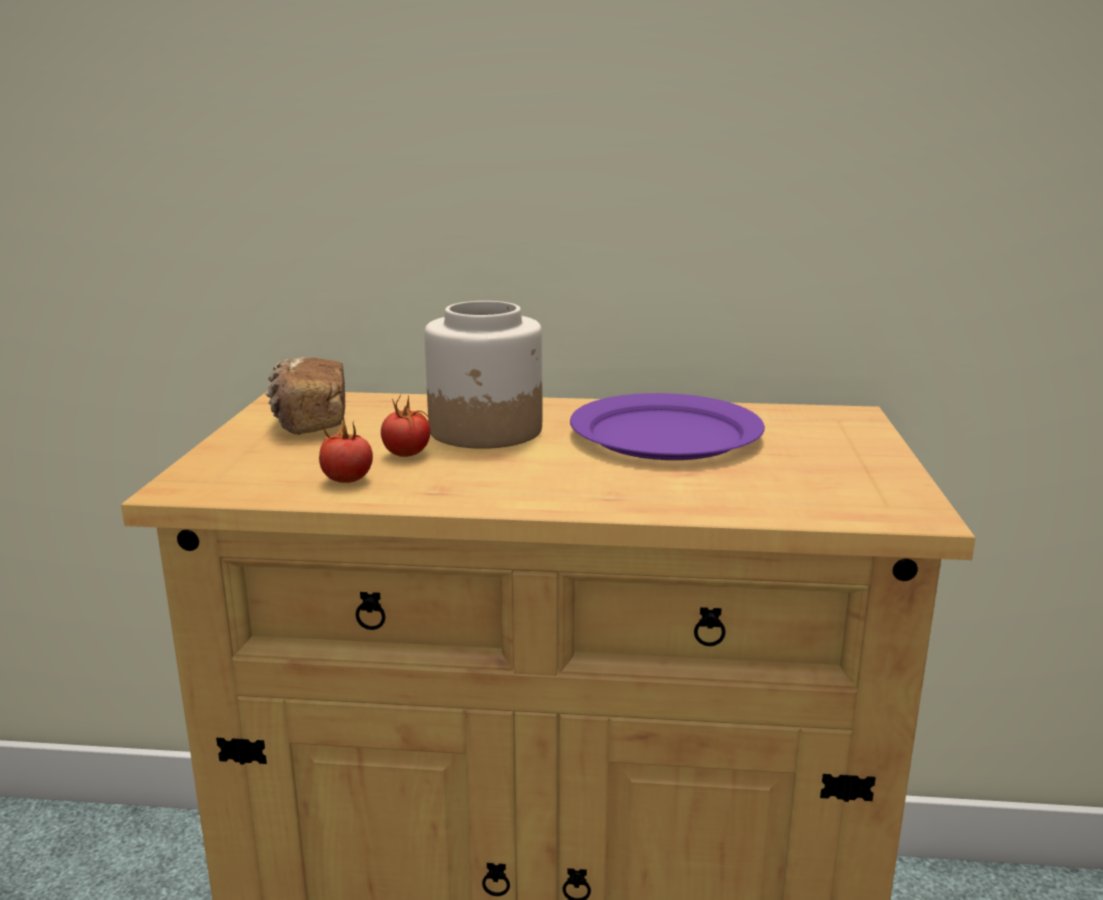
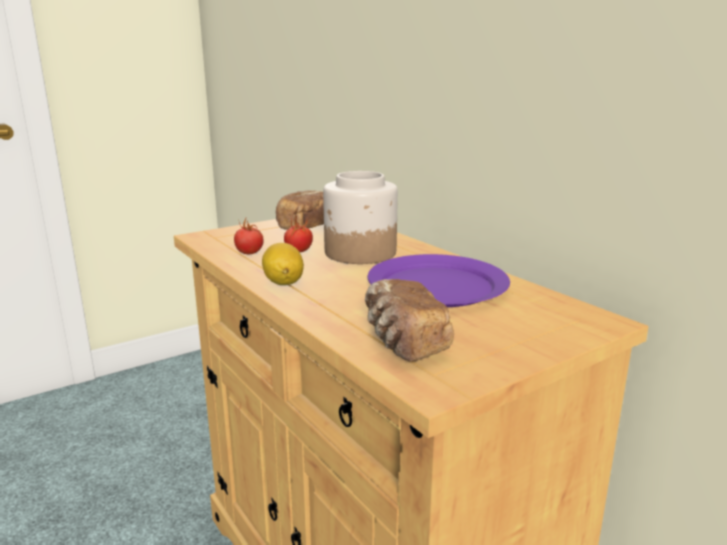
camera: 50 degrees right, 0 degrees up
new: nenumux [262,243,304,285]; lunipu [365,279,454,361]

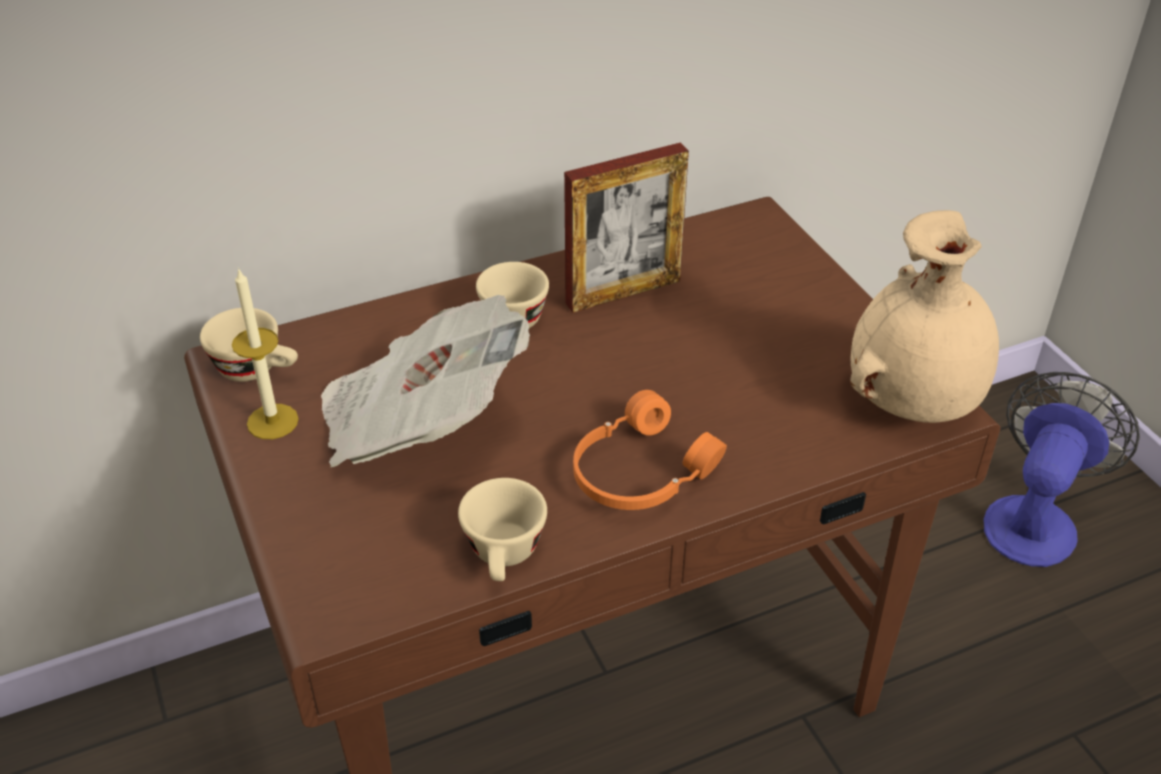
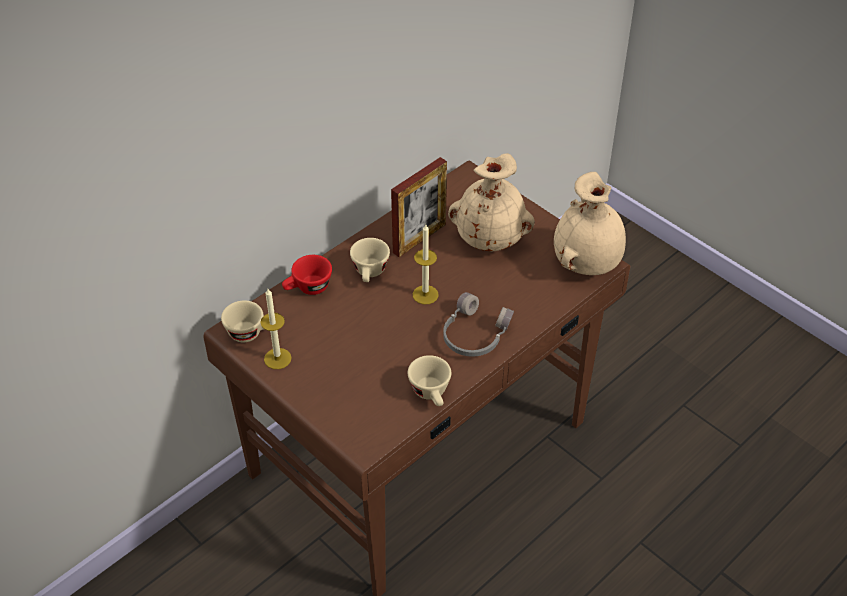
camera: 20 degrees left, 5 degrees up
gone: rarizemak [321,295,530,467]; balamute [983,372,1140,567]
new: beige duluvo [448,153,535,251]; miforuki [413,224,439,305]; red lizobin [282,255,332,295]
repainted: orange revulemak [573,390,727,510] to grey revulemak [443,292,514,357]

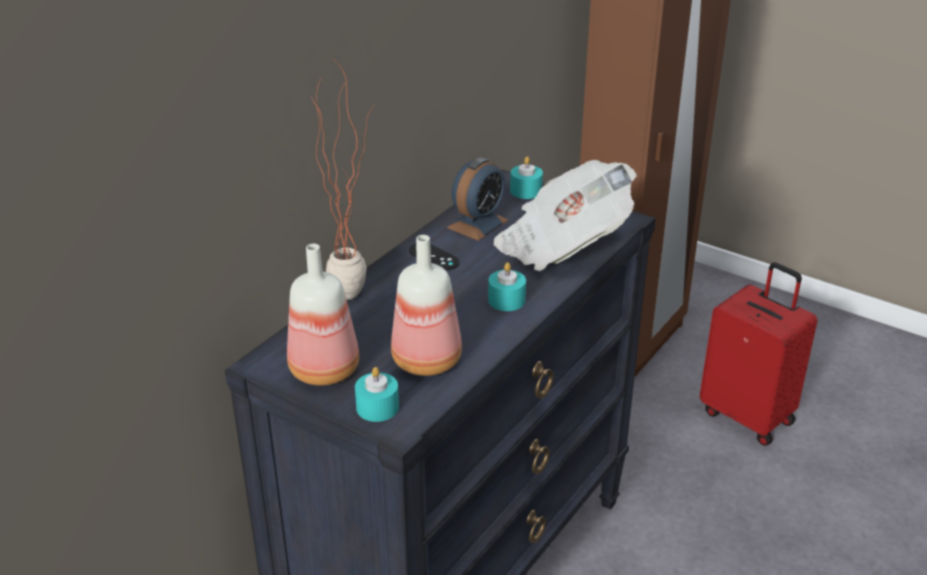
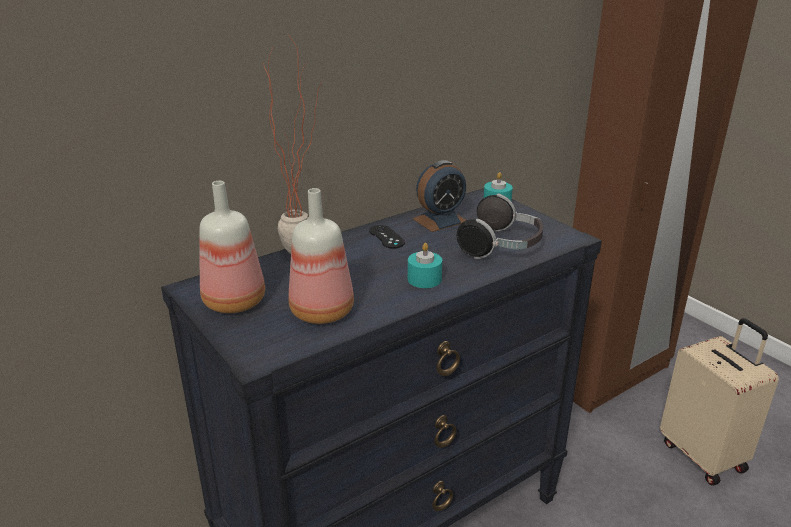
camera: 20 degrees right, 5 degrees down
gone: turquoise miforuki [355,367,399,422]
swapped: rarizemak [494,160,637,271] to revulemak [457,193,543,259]
repainted: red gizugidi [700,262,817,446] to beige gizugidi [660,318,779,486]

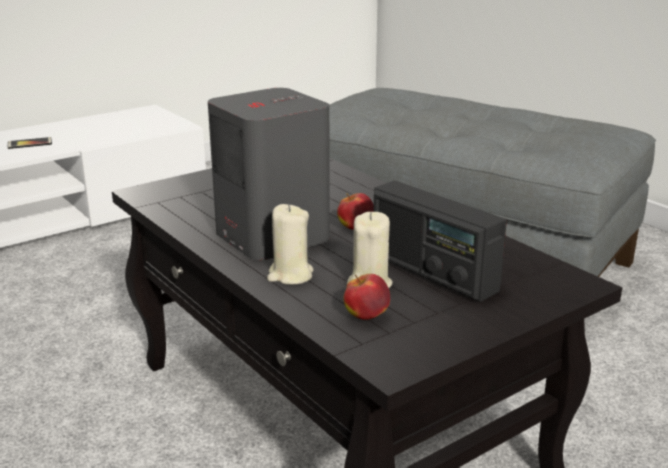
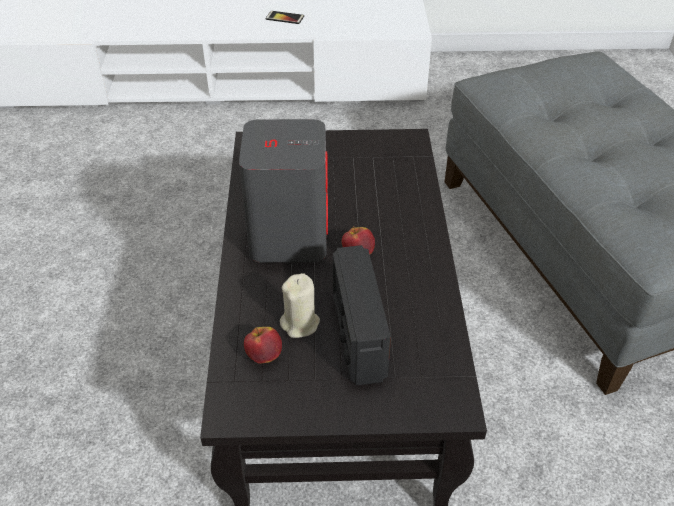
camera: 35 degrees right, 20 degrees up
gone: beige miforuki [267,204,314,285]

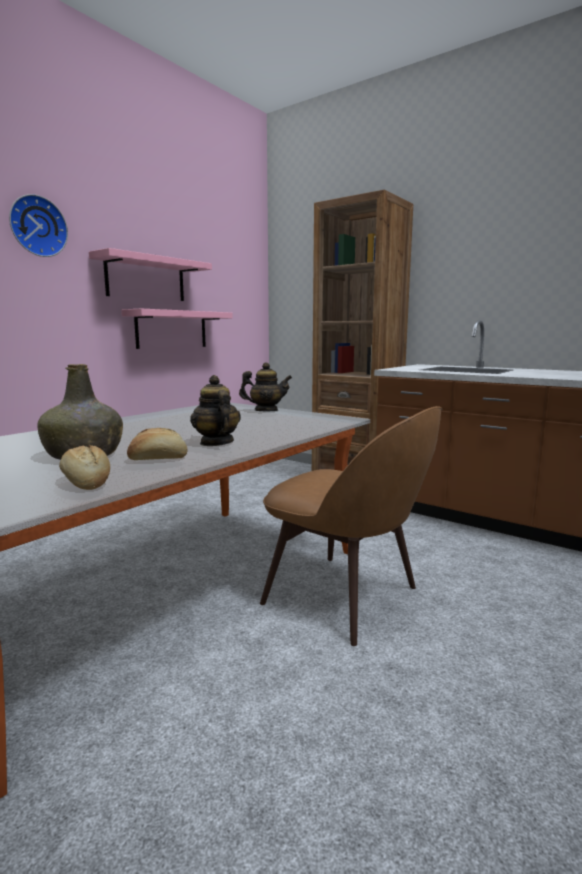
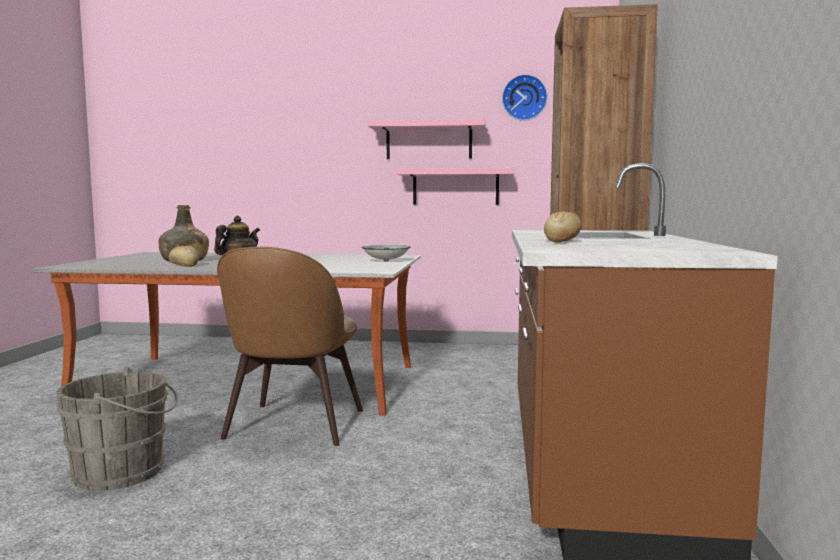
camera: 60 degrees right, 5 degrees down
new: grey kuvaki [57,367,178,490]
shifted: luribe [9,194,68,257] to [502,74,548,121]; lunipu [59,445,110,490] to [544,212,582,242]
swapped: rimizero [239,362,292,411] to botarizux [362,245,411,262]

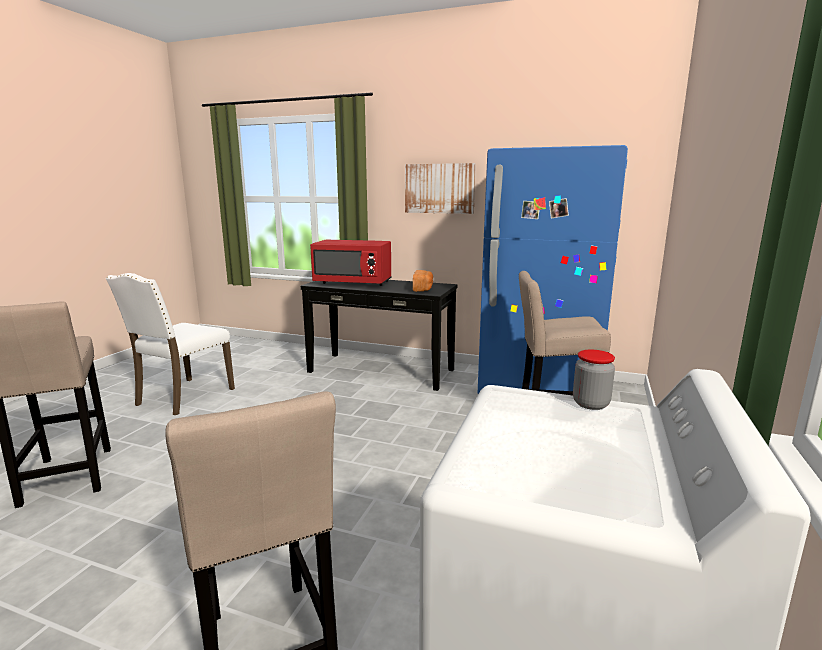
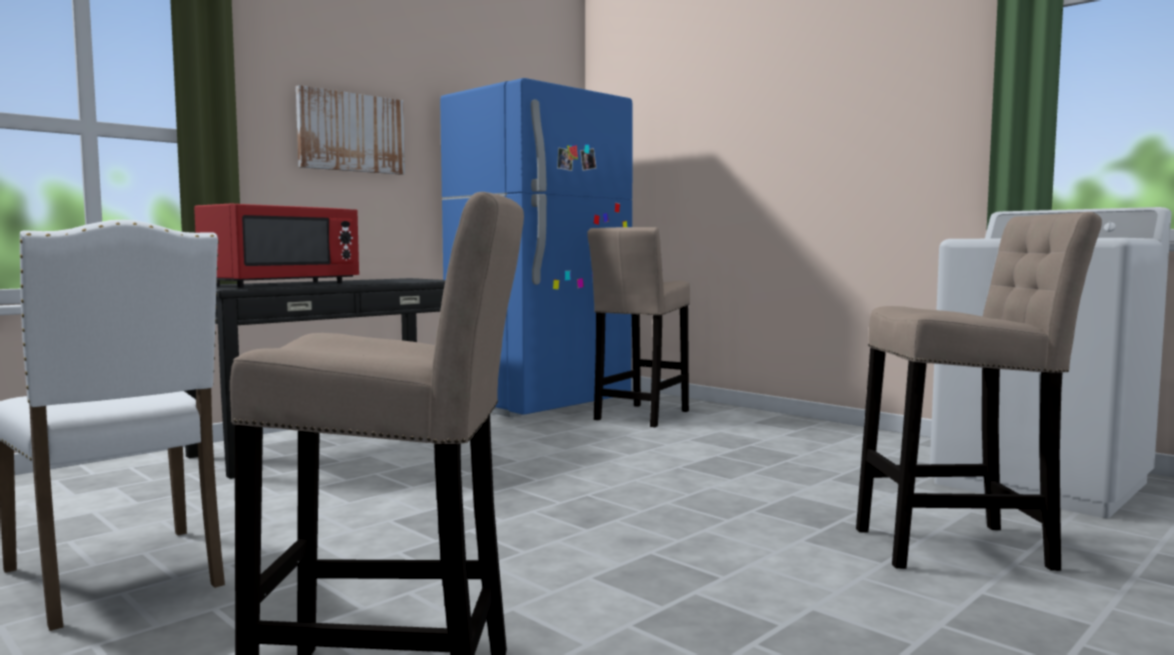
camera: 65 degrees left, 10 degrees down
gone: lunipu [413,270,433,292]; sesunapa [573,350,615,410]

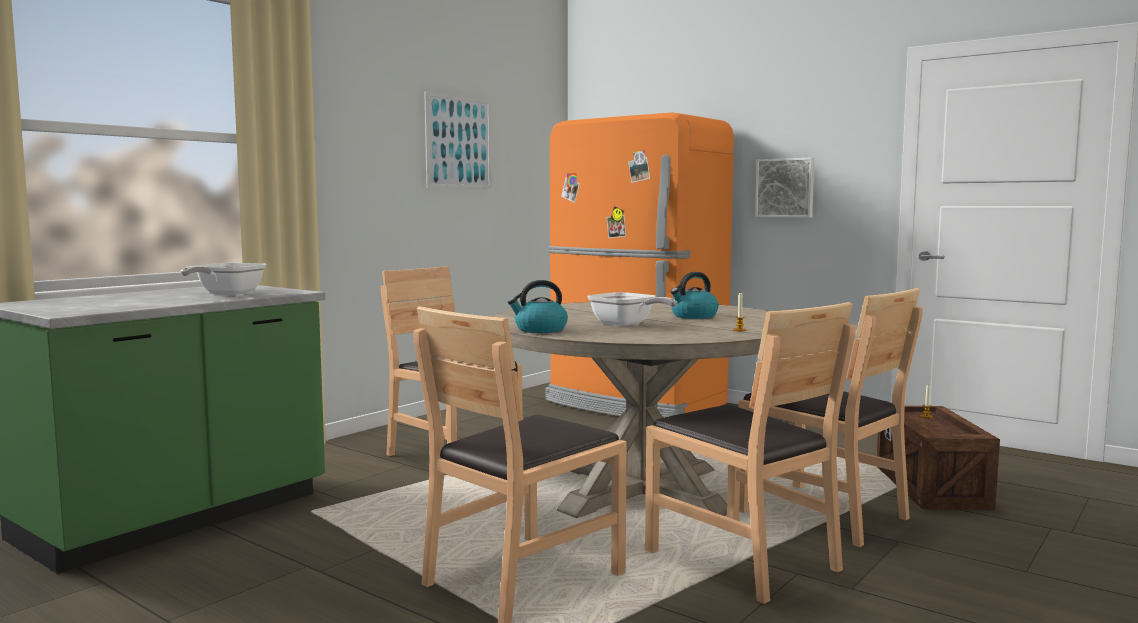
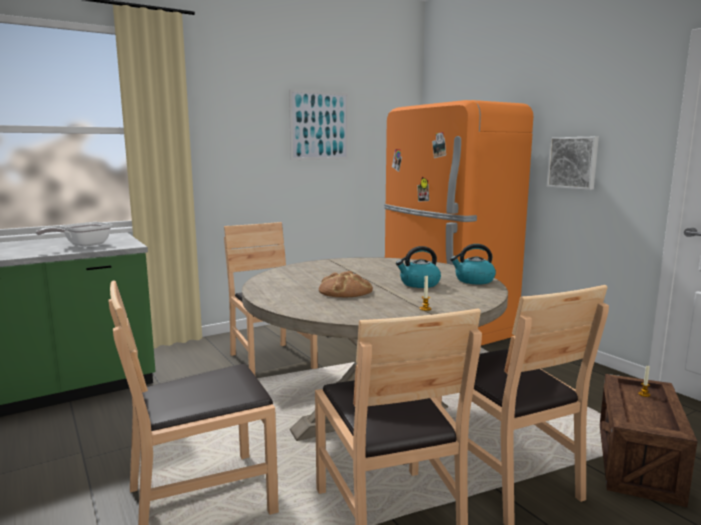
camera: 20 degrees right, 5 degrees up
shifted: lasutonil [508,280,568,333] to [450,244,496,284]
swapped: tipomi [587,292,677,326] to lunipu [319,271,373,297]

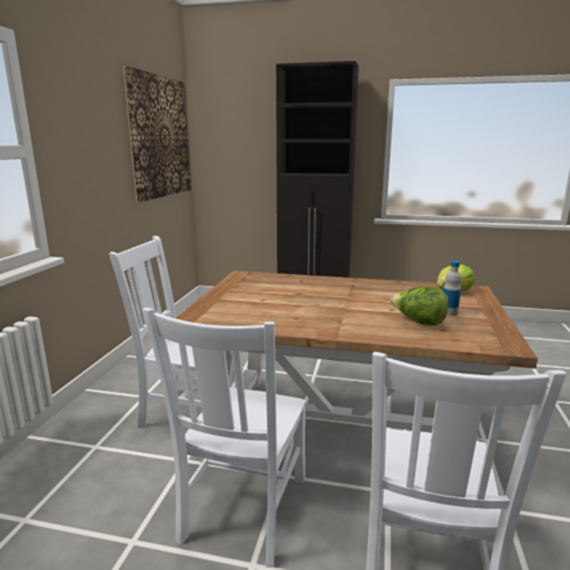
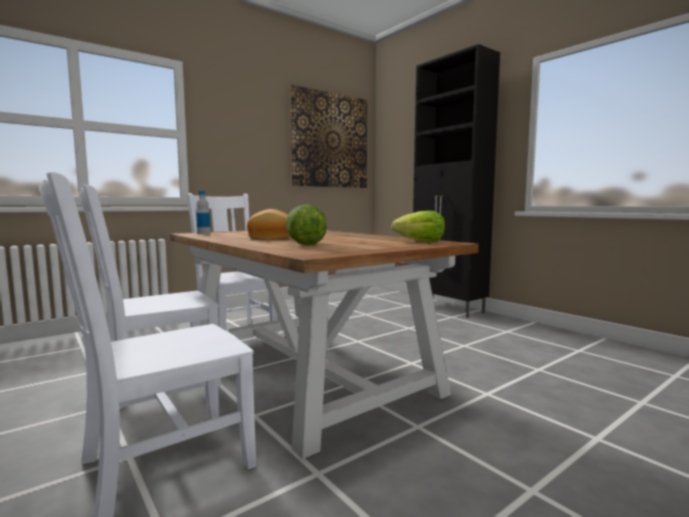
camera: 40 degrees right, 10 degrees down
new: lunipu [247,209,291,239]
shifted: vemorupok [443,261,461,316] to [196,191,211,234]

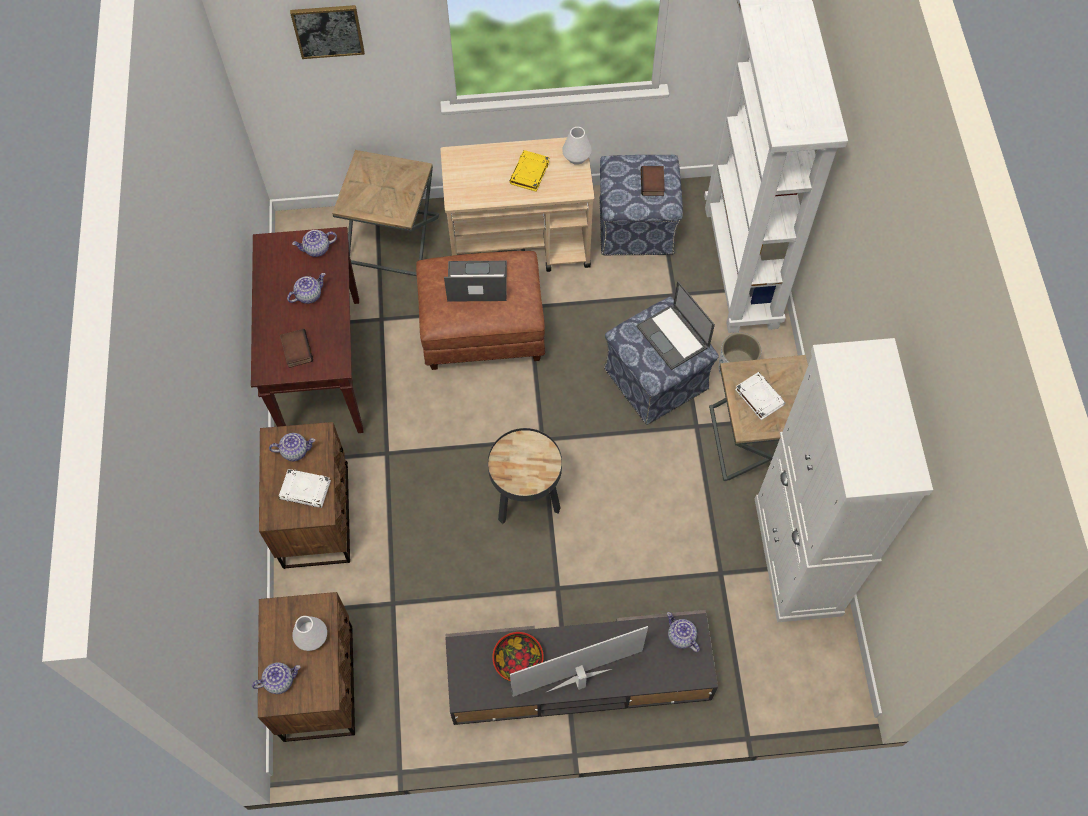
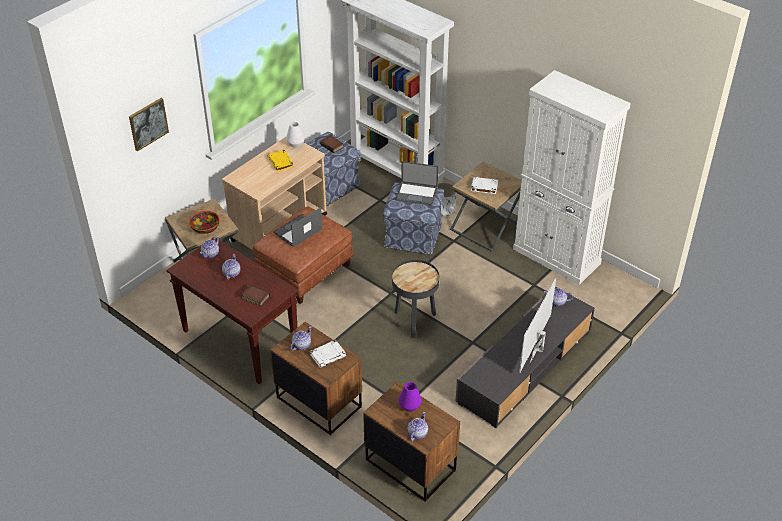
camera: 45 degrees left, 20 degrees down
shifted: botarizux [492,632,544,681] to [189,211,219,234]
repainted: white duluvo [292,616,327,651] to purple duluvo [398,382,422,412]

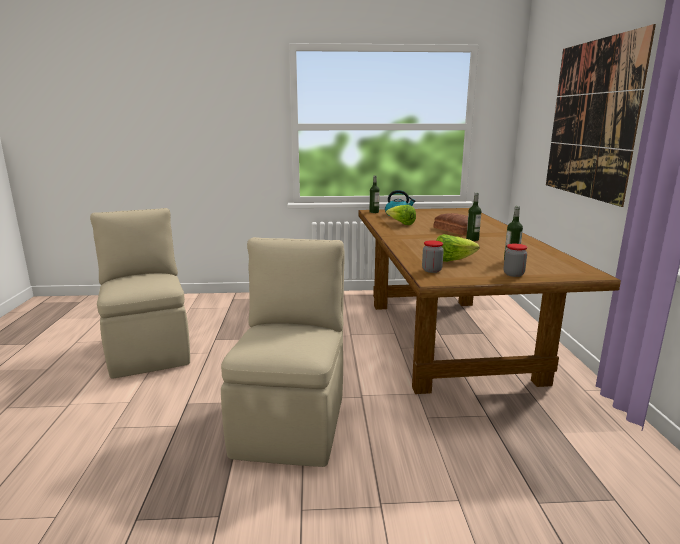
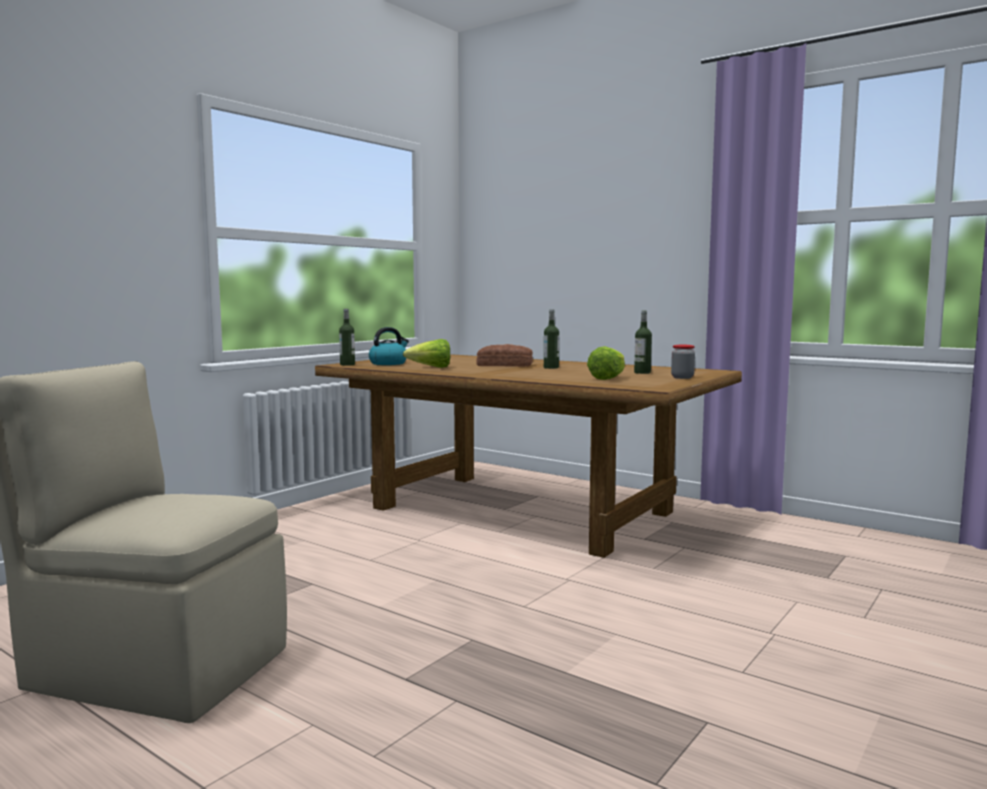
camera: 50 degrees left, 10 degrees down
gone: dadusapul [546,24,656,207]; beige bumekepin [221,237,345,467]; sesunapa [422,240,444,273]

